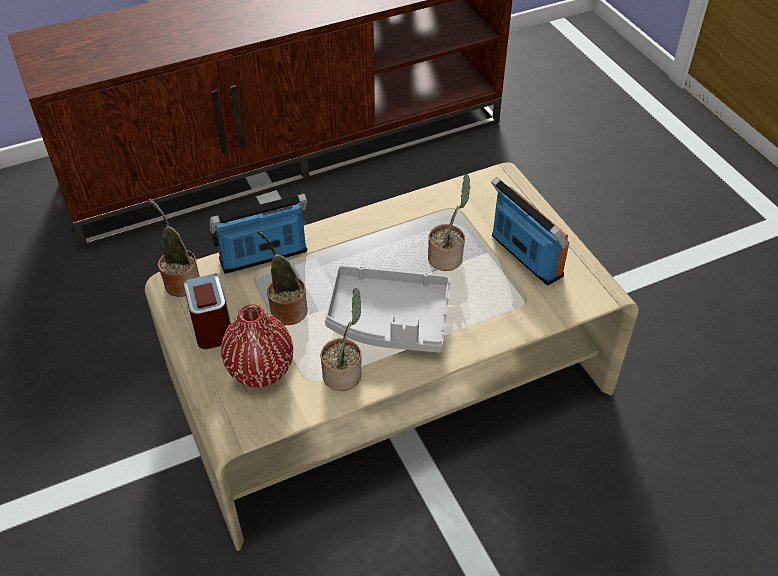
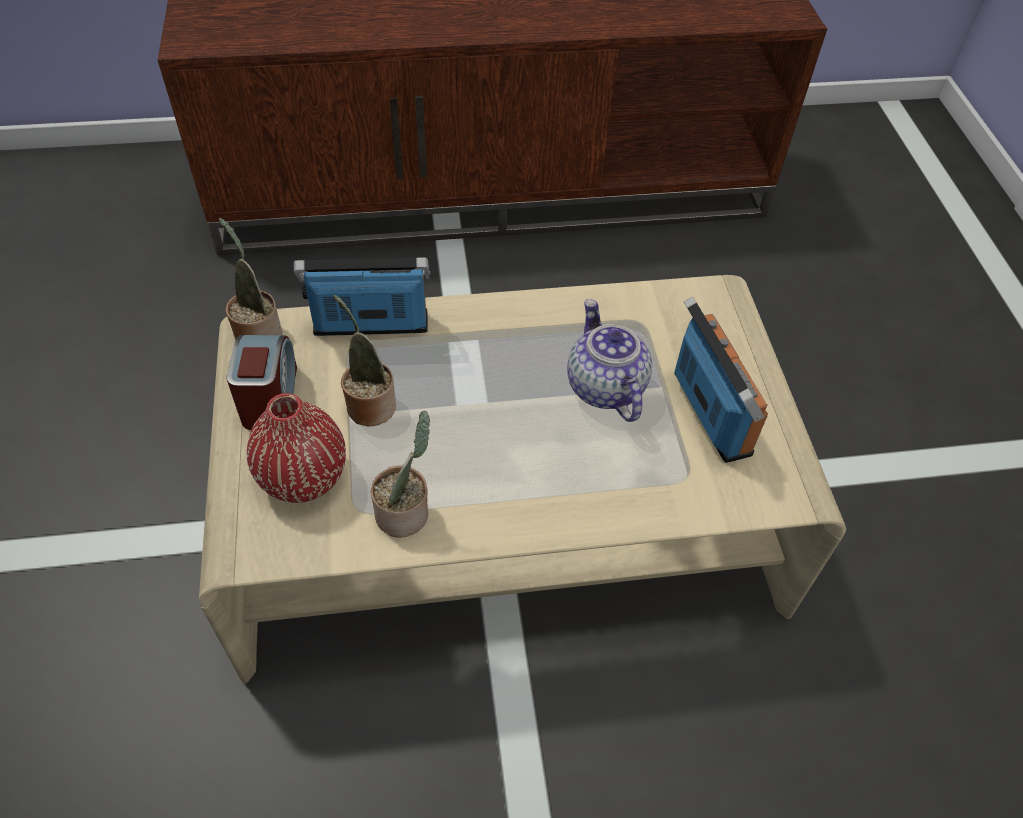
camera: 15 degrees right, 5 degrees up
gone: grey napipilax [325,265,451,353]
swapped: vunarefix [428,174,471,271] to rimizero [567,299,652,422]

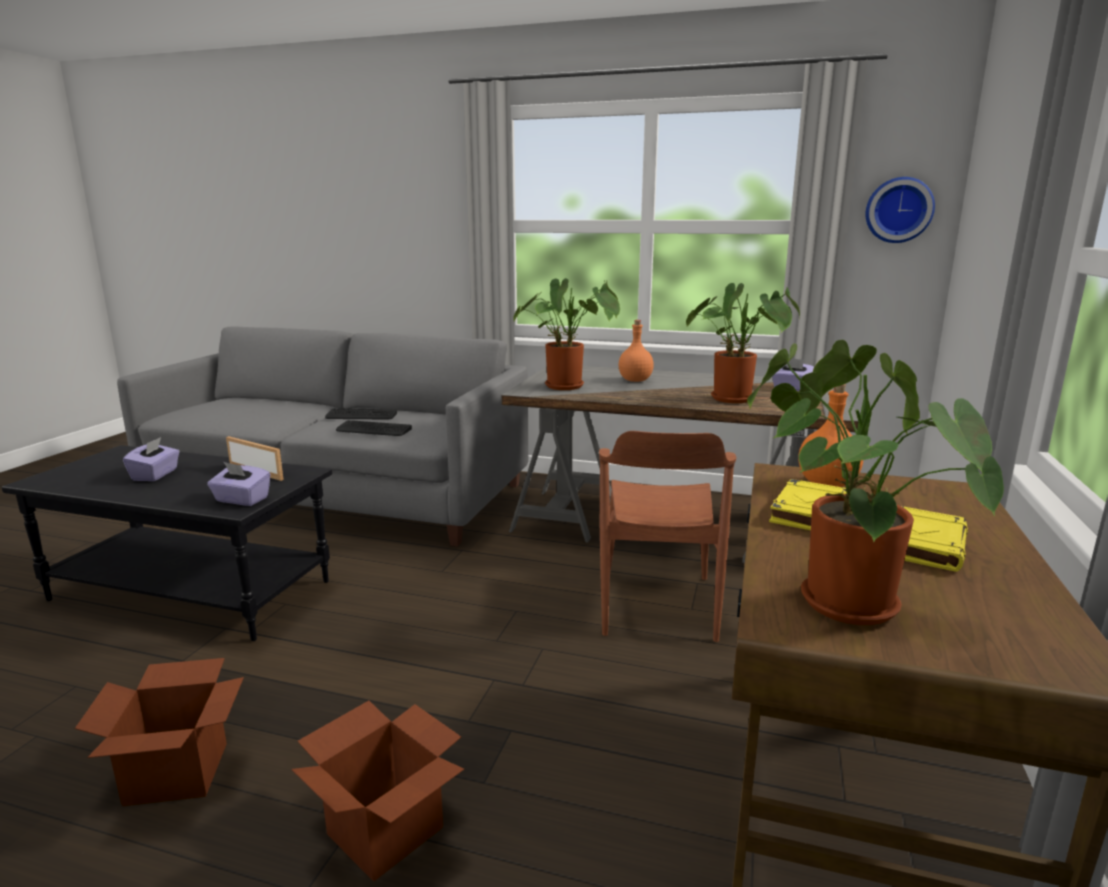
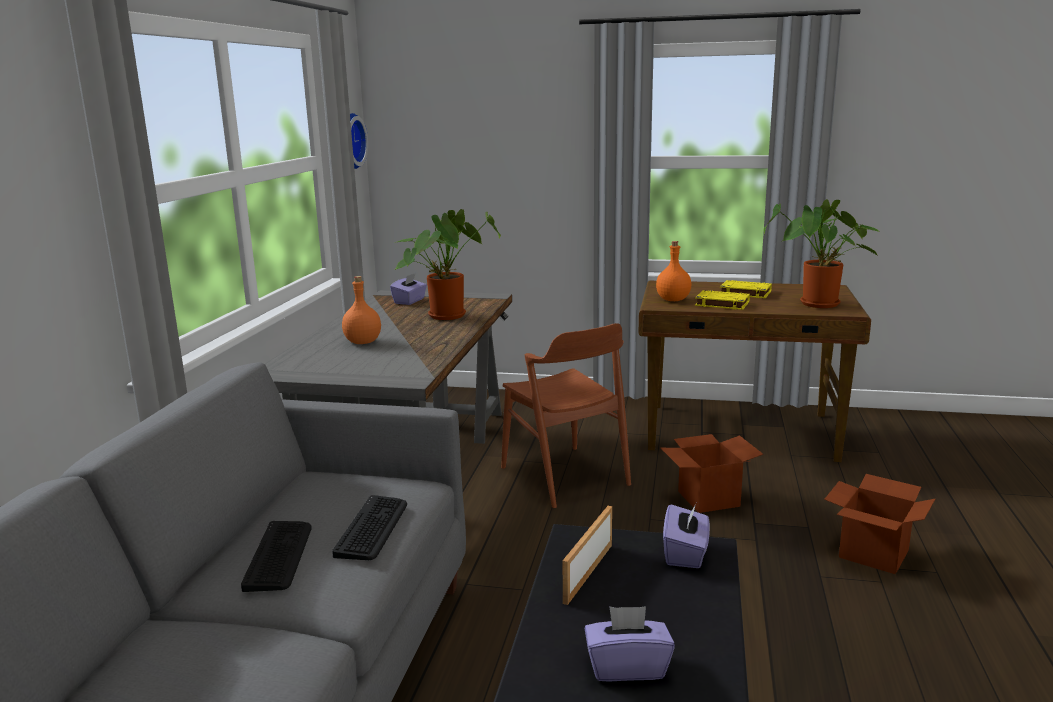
camera: 95 degrees left, 0 degrees up
gone: vunarefix [513,278,620,390]
shifted: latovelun [75,658,244,806] to [661,434,763,513]
rotated: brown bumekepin [599,431,737,642] = [501,323,631,508] 60 degrees clockwise

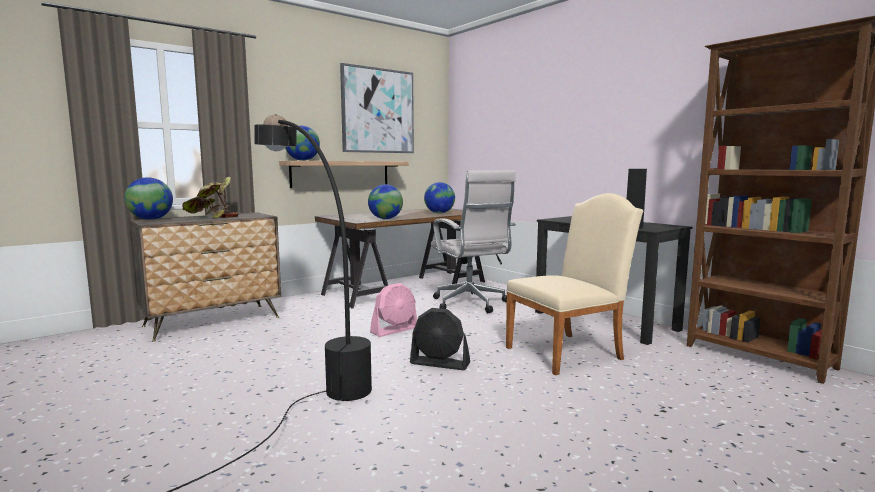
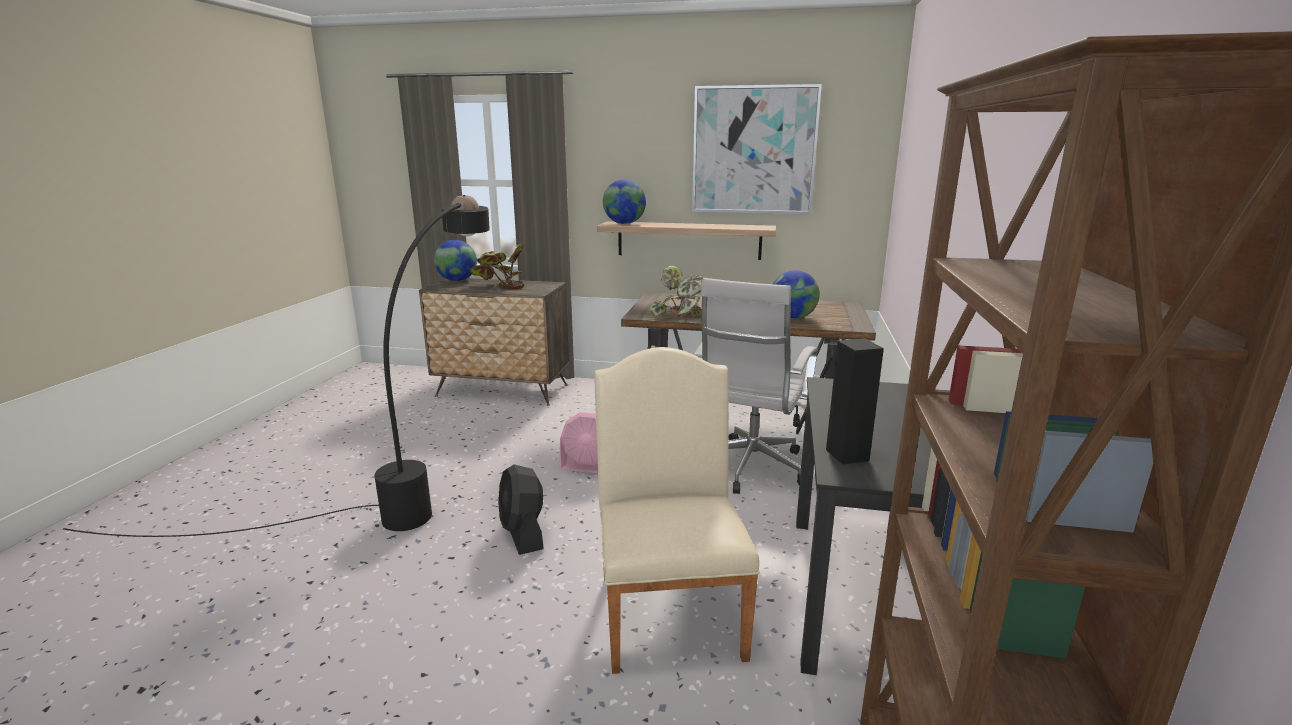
camera: 50 degrees right, 10 degrees up
swapped: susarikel [368,184,403,219] to vunarefix [649,266,707,317]
rotated: beige bumekepin [506,193,643,375] = [594,347,760,674] 120 degrees counterclockwise

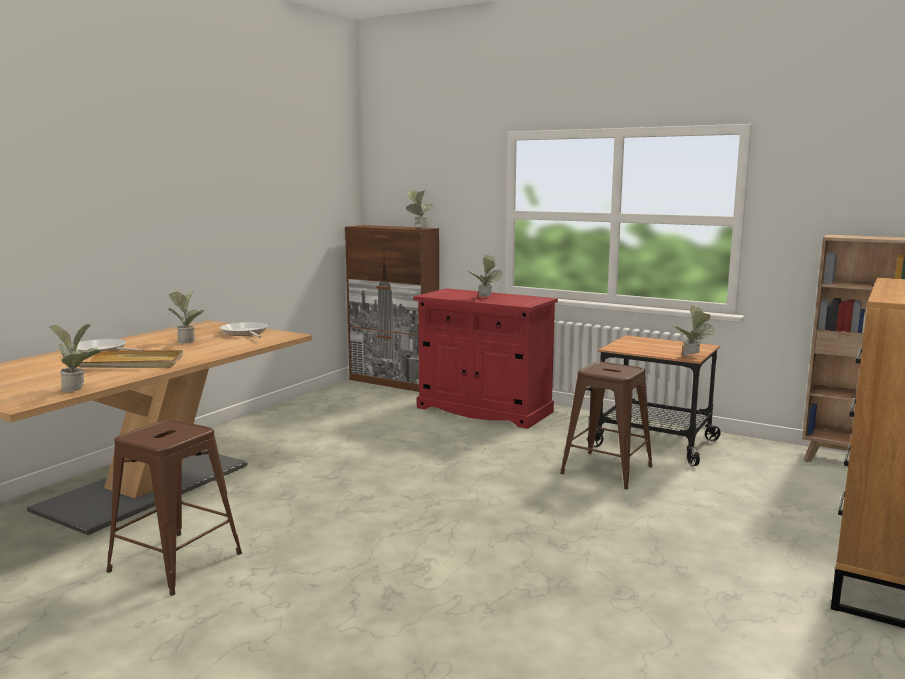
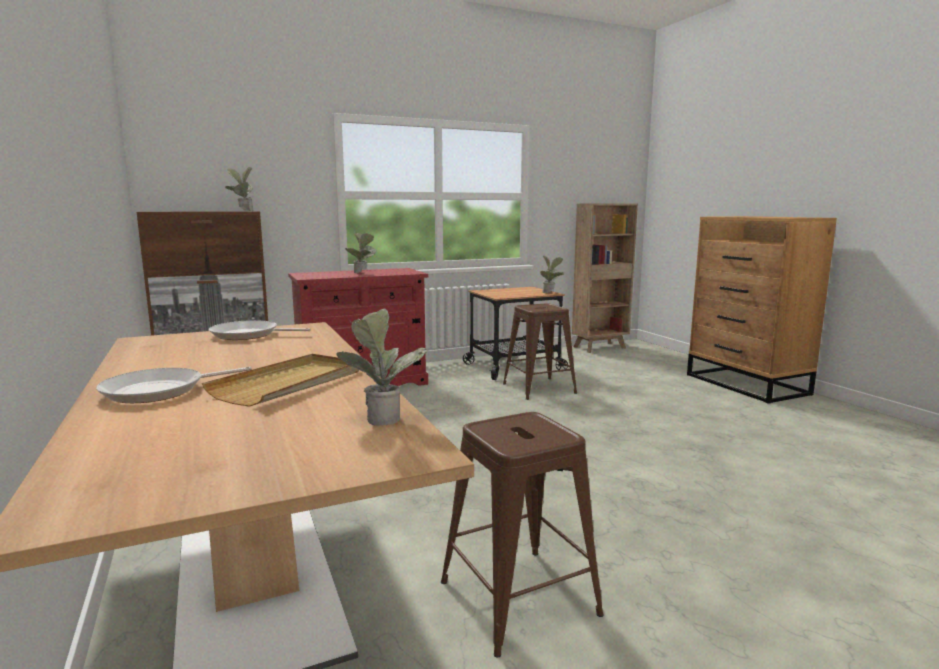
camera: 55 degrees left, 0 degrees up
gone: vunarefix [168,292,204,344]

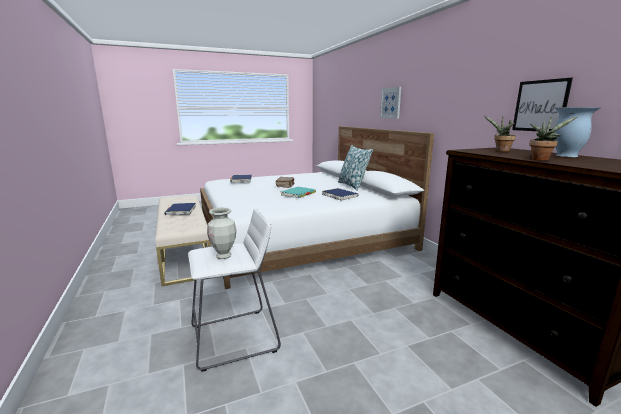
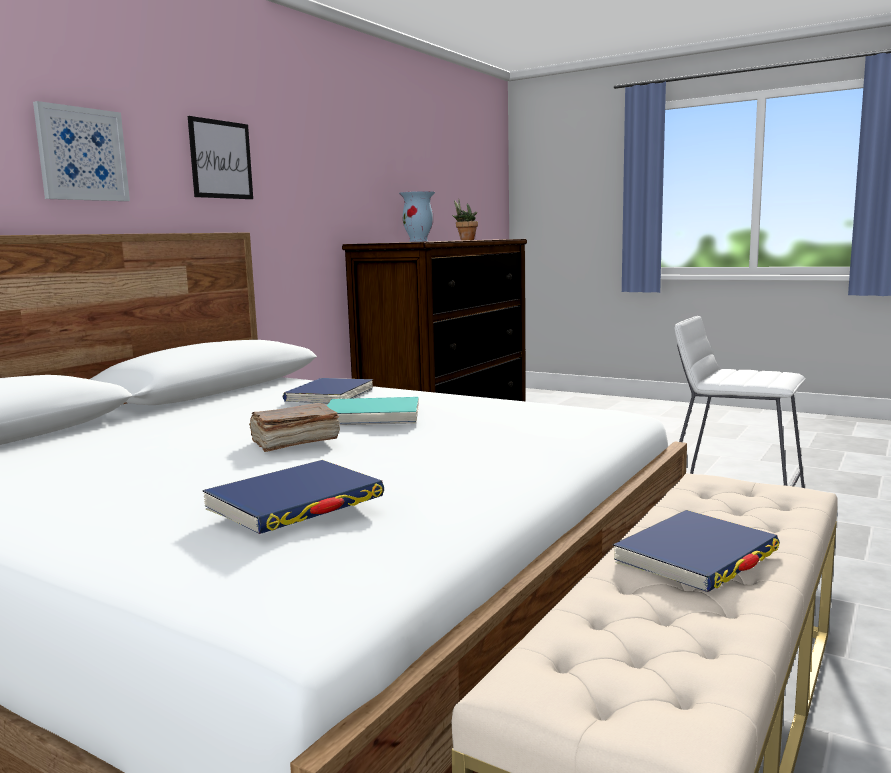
camera: 125 degrees left, 5 degrees down
gone: vunarefix [484,116,516,152]; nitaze [338,145,373,191]; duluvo [207,207,236,259]
shifted: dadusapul [512,78,573,131] to [188,116,253,199]

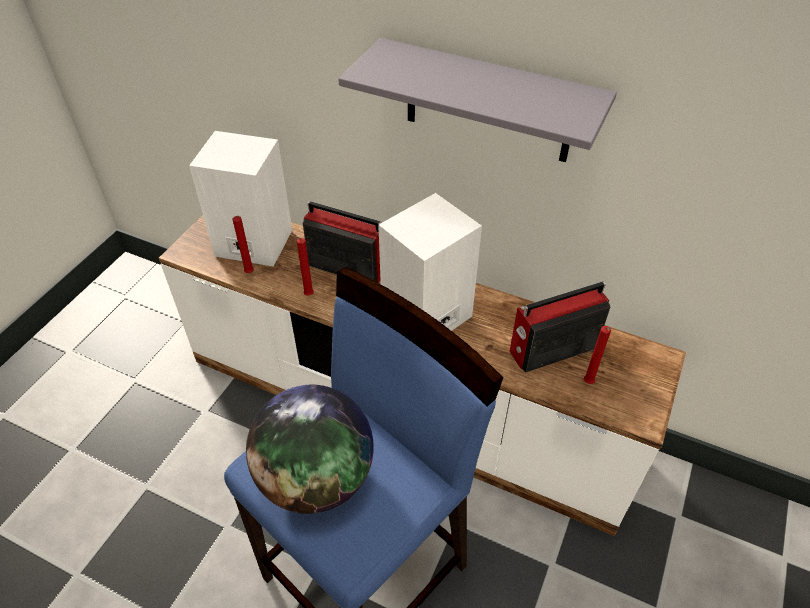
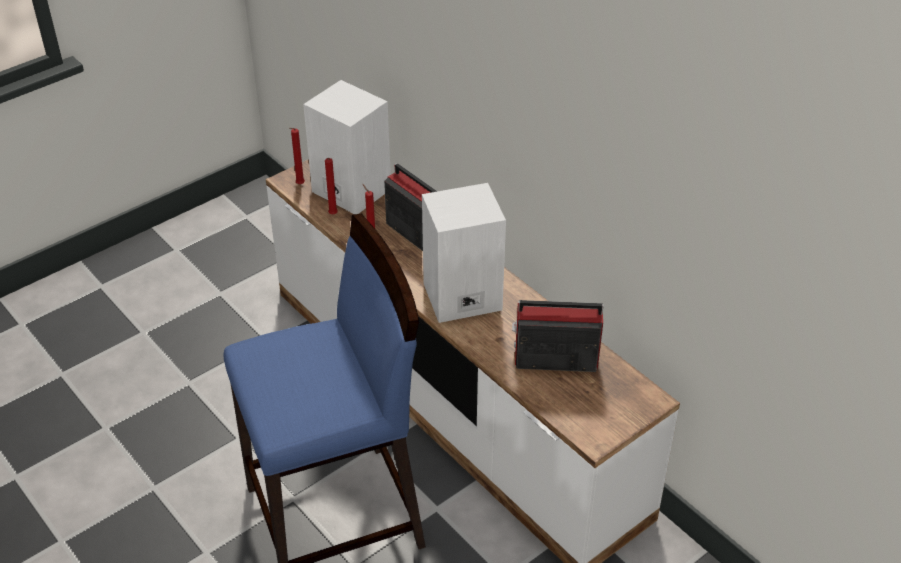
camera: 25 degrees right, 5 degrees down
gone: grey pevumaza [338,38,617,162]; susarikel [246,385,374,514]
shifted: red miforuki [584,326,611,384] to [289,128,305,185]

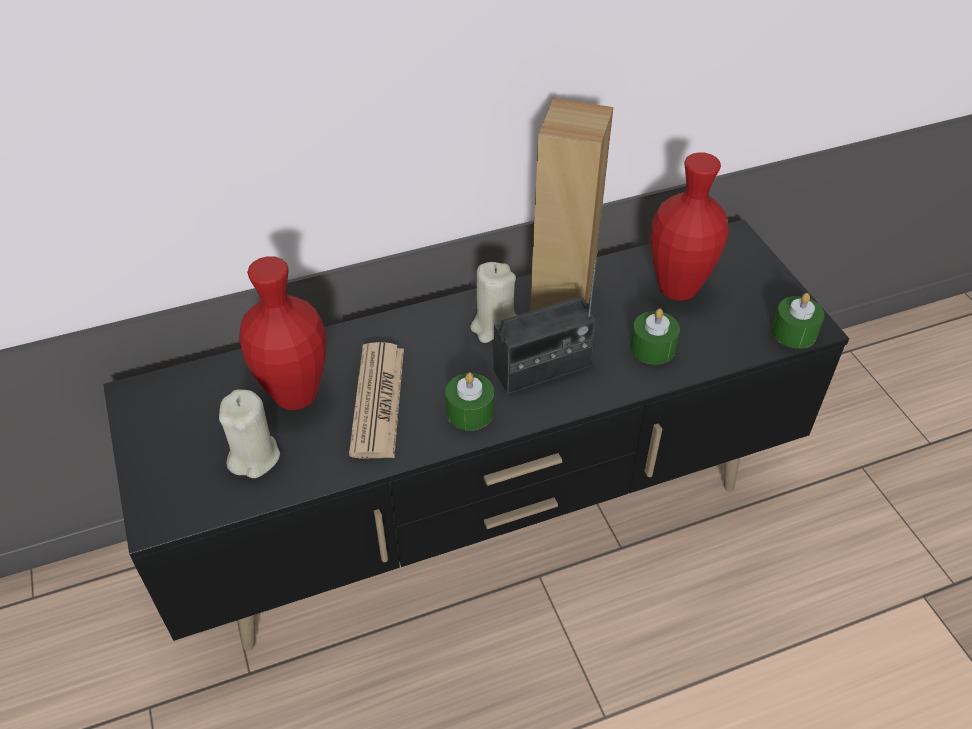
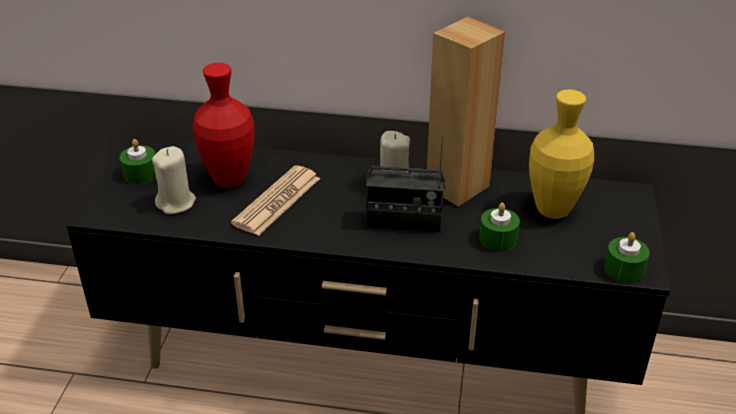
camera: 30 degrees right, 10 degrees down
shifted: green miforuki [445,373,494,431] to [120,139,156,184]
repainted: red duluvo [651,152,729,301] to yellow duluvo [529,89,594,219]

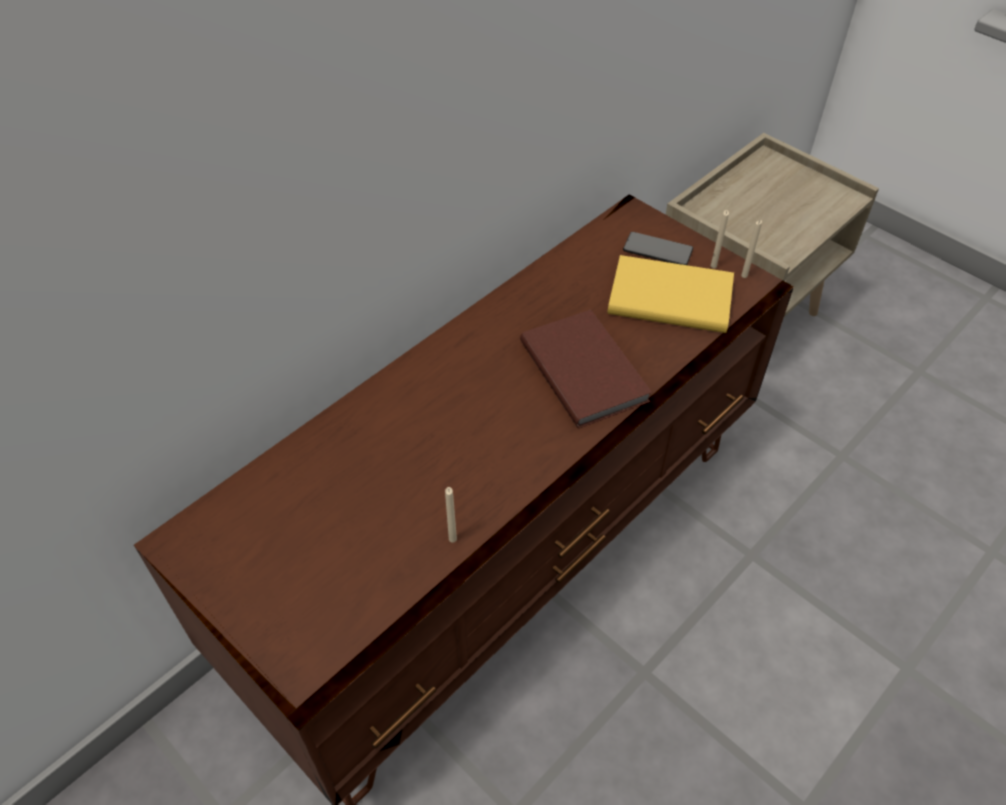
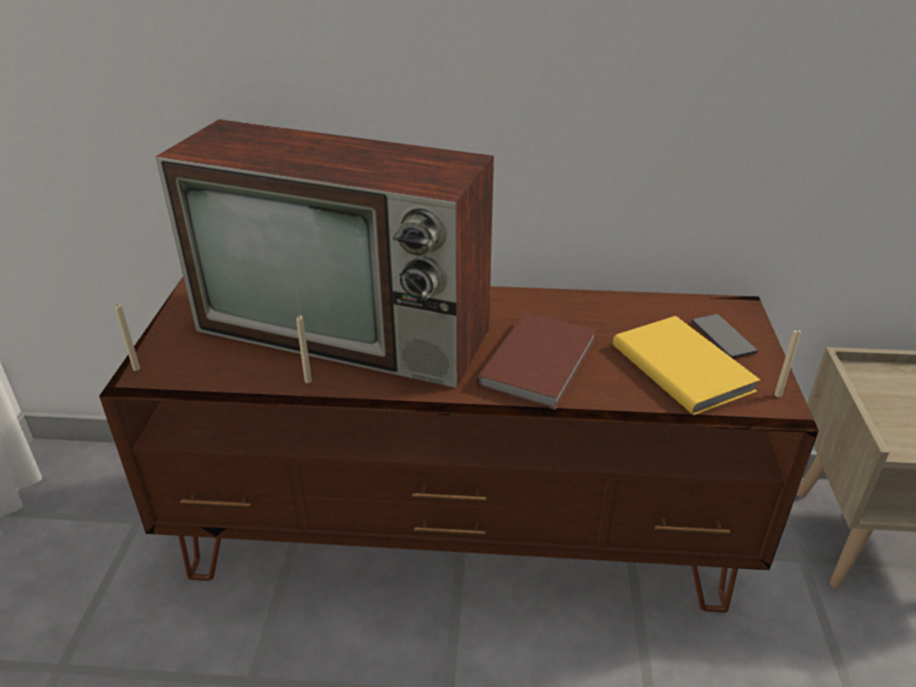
camera: 50 degrees right, 15 degrees down
new: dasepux [155,119,494,388]
shifted: beige miforuki [711,210,729,268] to [115,304,140,371]

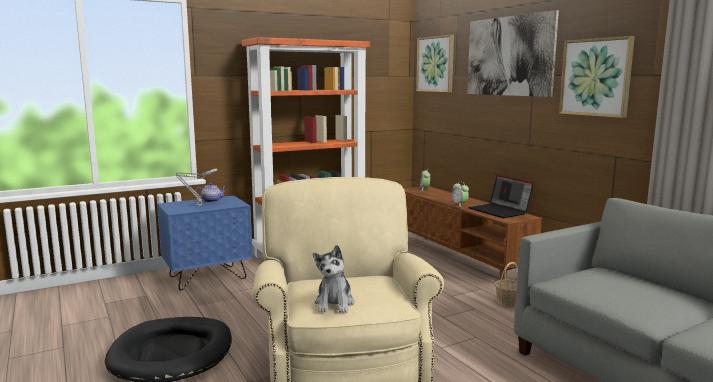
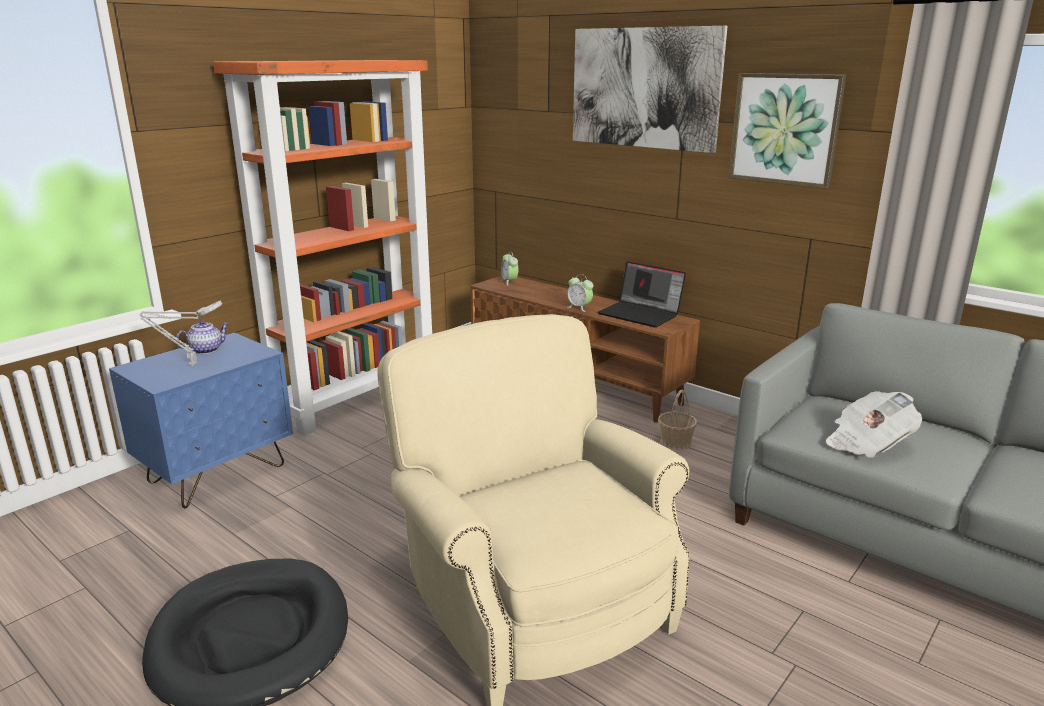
camera: 20 degrees left, 10 degrees up
gone: dadusapul [416,35,454,92]; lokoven [313,245,354,313]
new: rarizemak [826,391,922,458]

